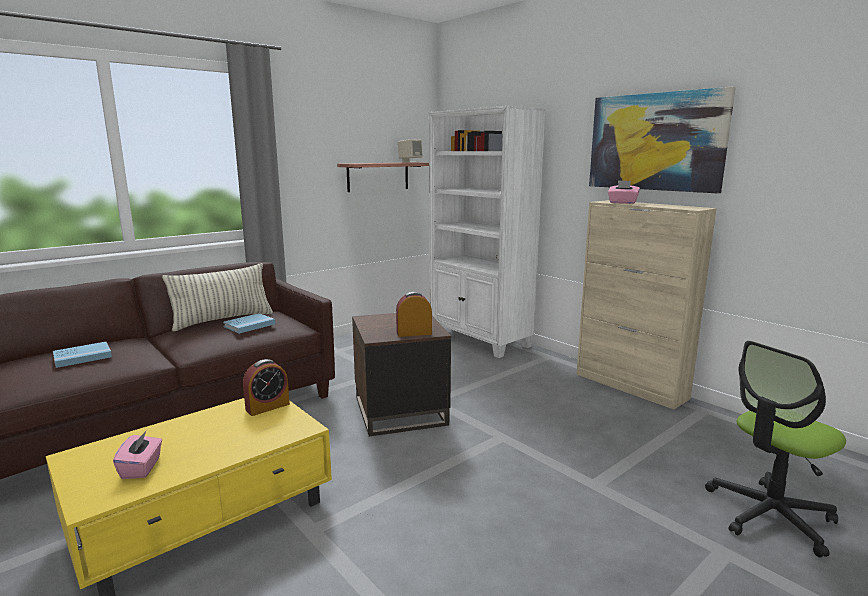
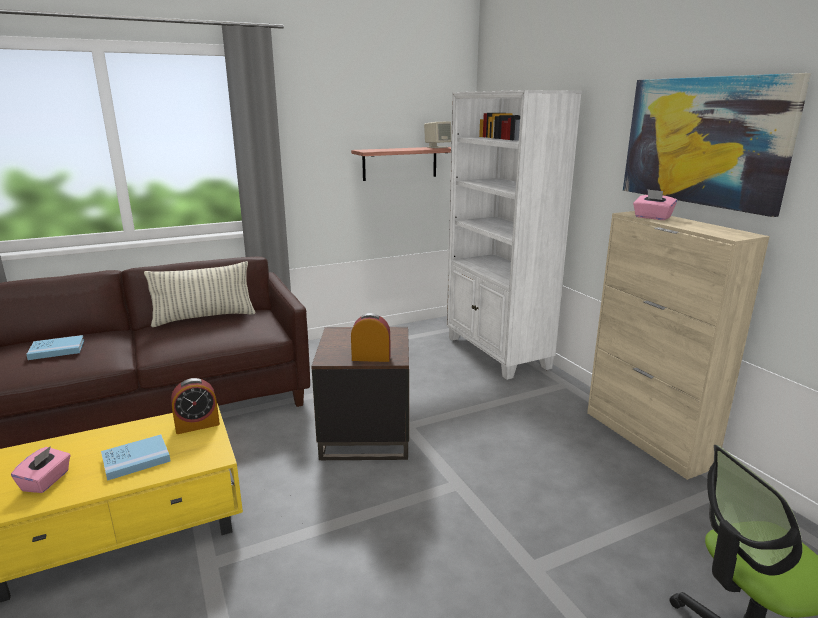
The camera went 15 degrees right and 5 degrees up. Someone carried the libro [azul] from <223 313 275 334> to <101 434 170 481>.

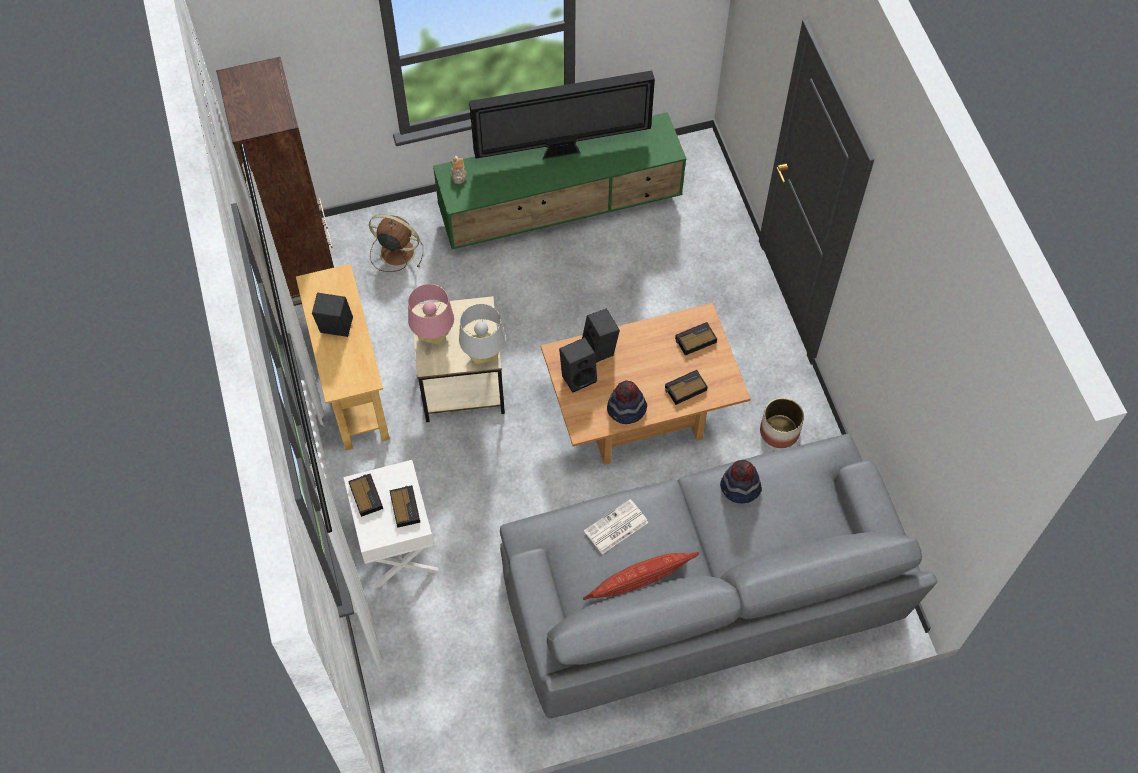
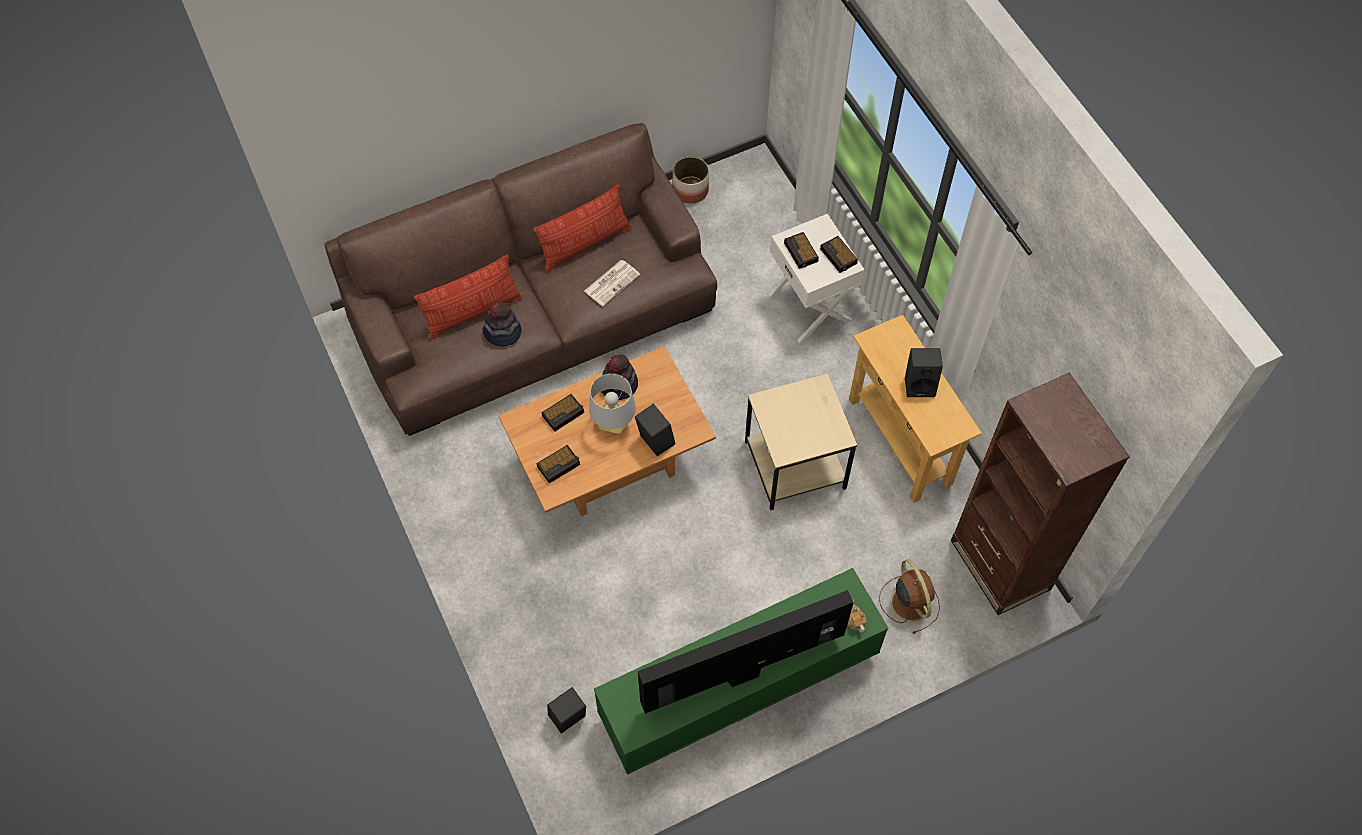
The camera went 170 degrees right and 0 degrees up. Someone rotated the ventilador [marrón] at <369 214 423 272> by 120 degrees counterclockwise. Someone took away the lámpara de mesa [rosa] at <408 284 454 345>. Someone carried the lámpara de mesa [gris] from <459 304 505 364> to <589 374 636 434>. Someone carried the altavoz [negro] from <559 337 597 393> to <547 687 586 734>. Someone carried the maceta from <760 398 804 448> to <673 156 709 204>. Someone repainted the sofá [gris] at <500 434 937 718>, which became the sofá [marrón] at <324 123 717 436>. Someone put down the cojín at <414 255 523 340>.

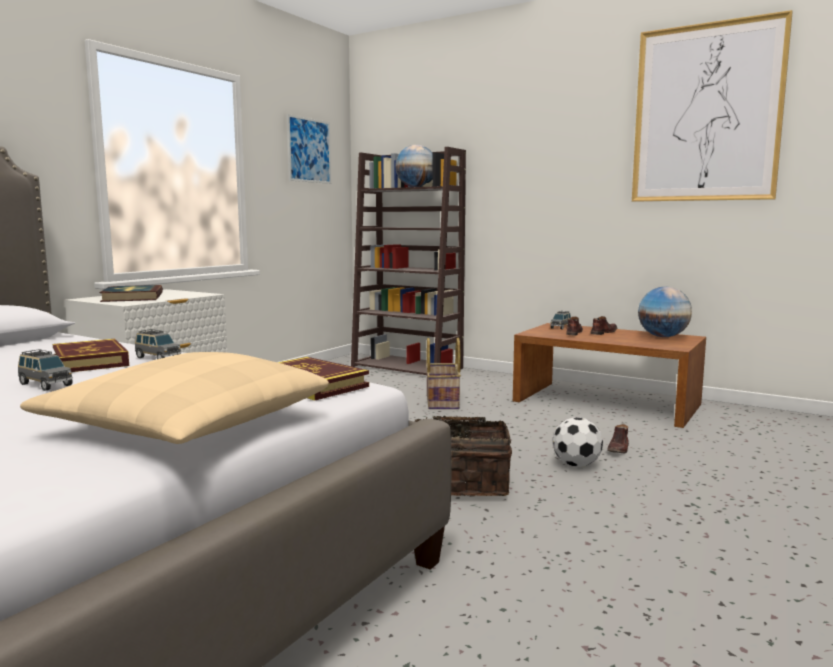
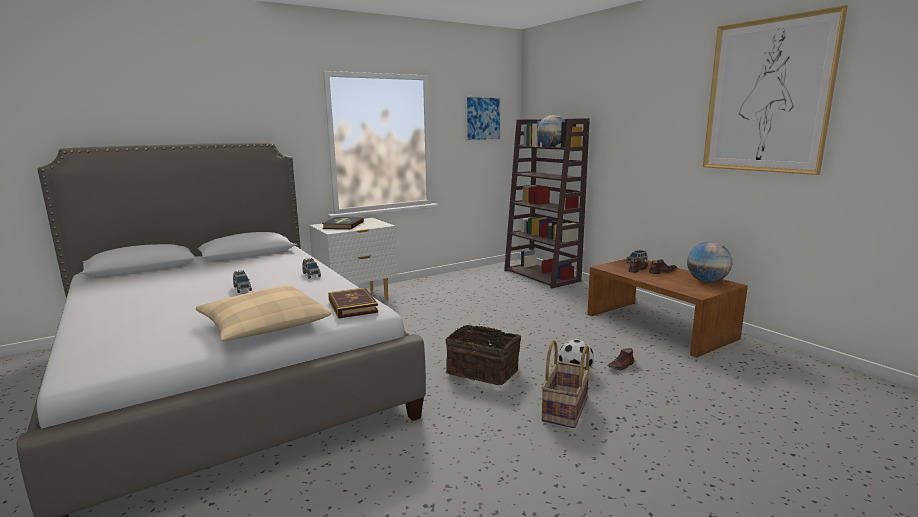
The camera went 25 degrees right and 5 degrees up. Someone carried the cesta from <426 338 461 409> to <541 340 590 428>. Someone took away the libro at <53 339 129 372>.

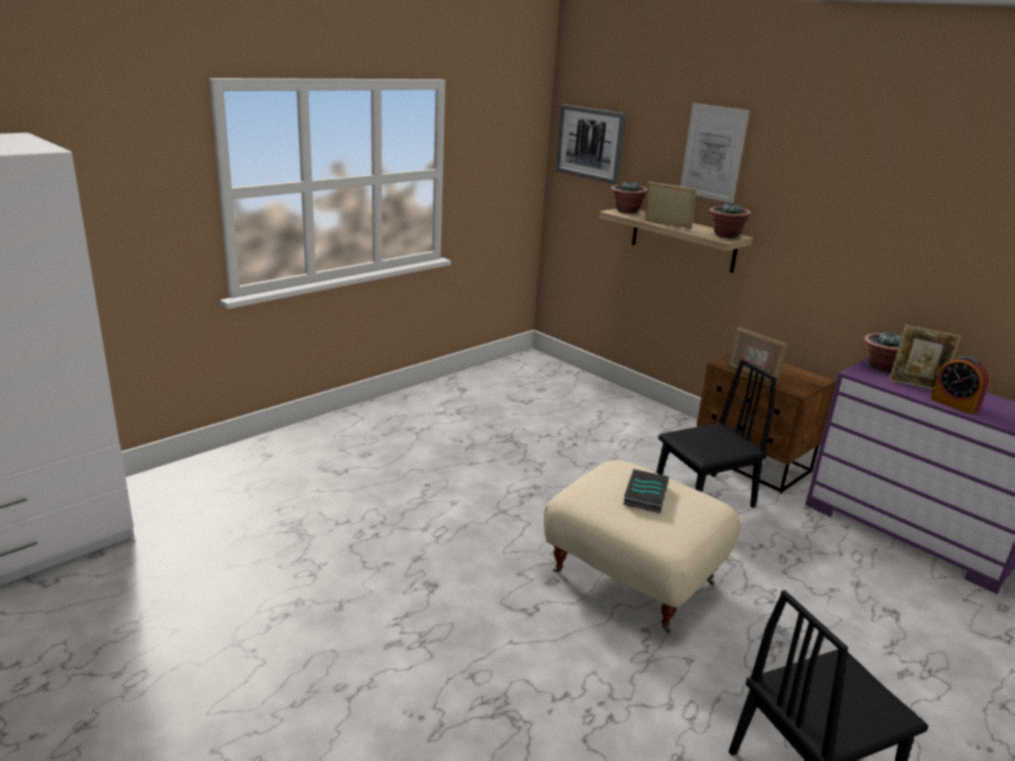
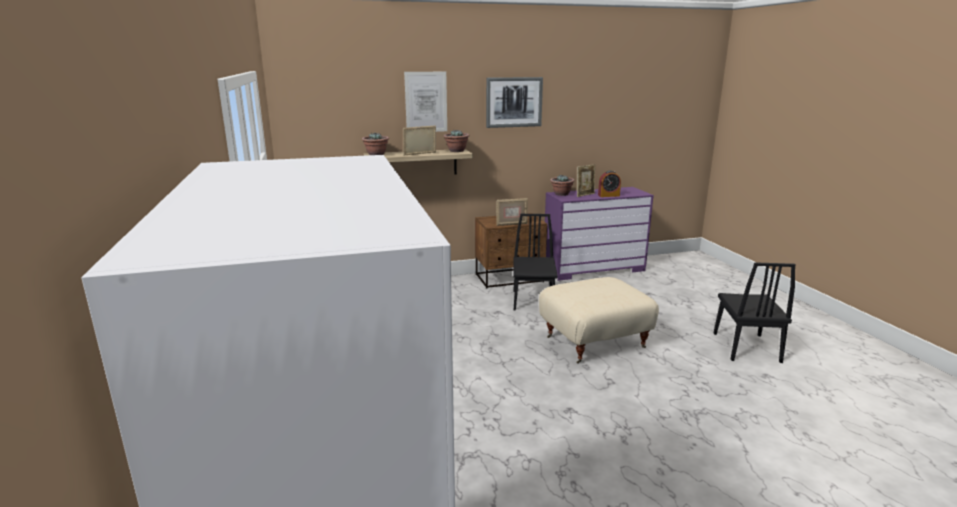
The camera went 60 degrees left and 5 degrees down. Someone carried the cuadro from <556 104 626 184> to <486 77 543 128>. Someone took away the libro at <623 469 669 513>.

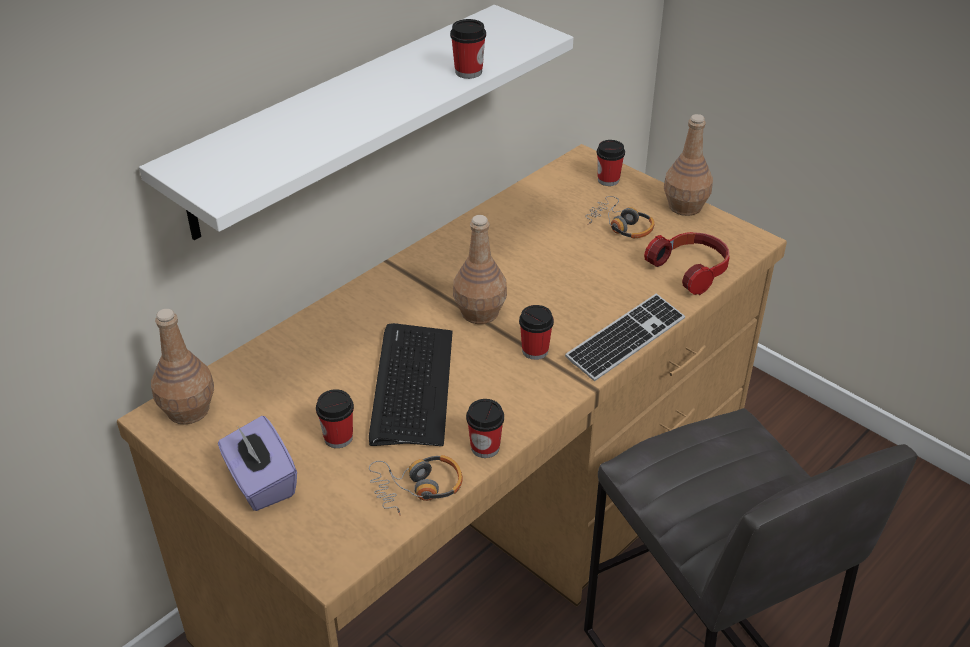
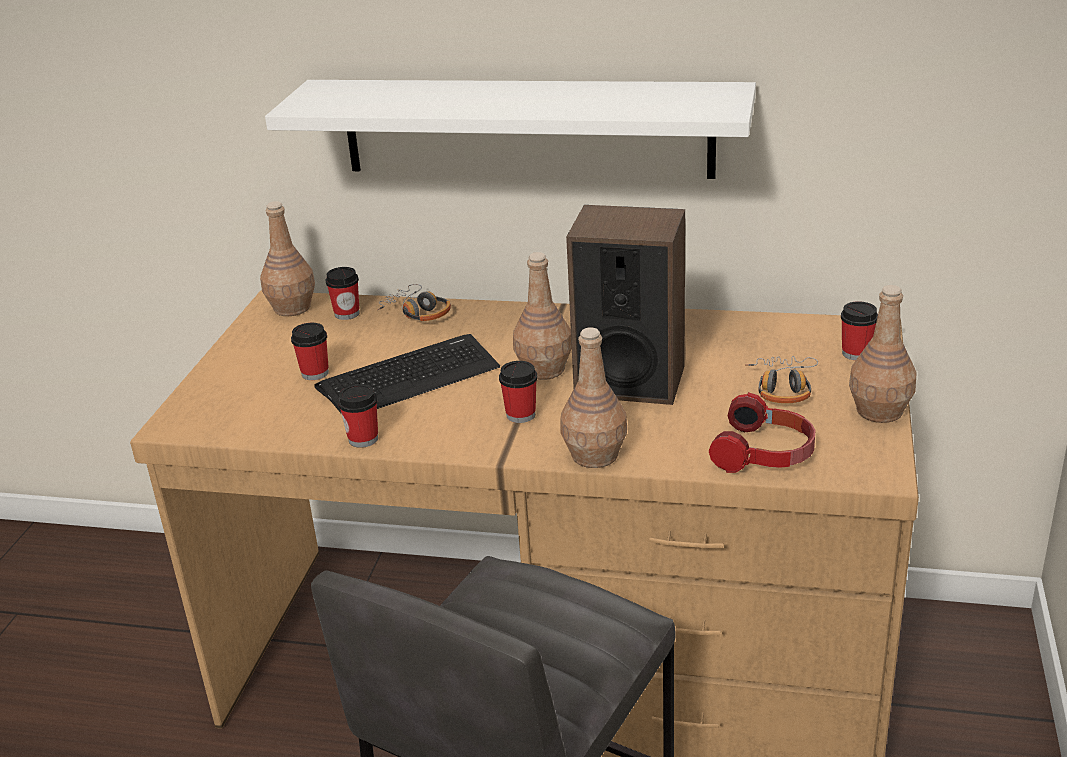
The camera went 60 degrees right and 10 degrees down. Someone carried the taza from <450 19 486 79> to <325 267 359 320>. Someone swapped the teclado at <565 294 685 381> for the botella [marrón] at <561 327 627 468>. Someone took away the caja de pañuelos [morado] at <218 416 297 511>. Someone carried the auriculares from <369 455 463 516> to <377 284 451 321>. Someone put down the altavoz at <566 205 685 405>.

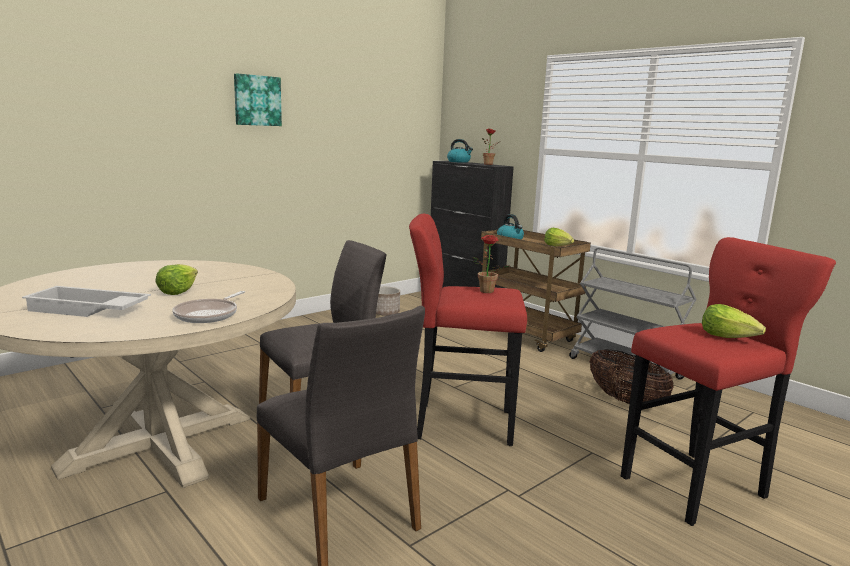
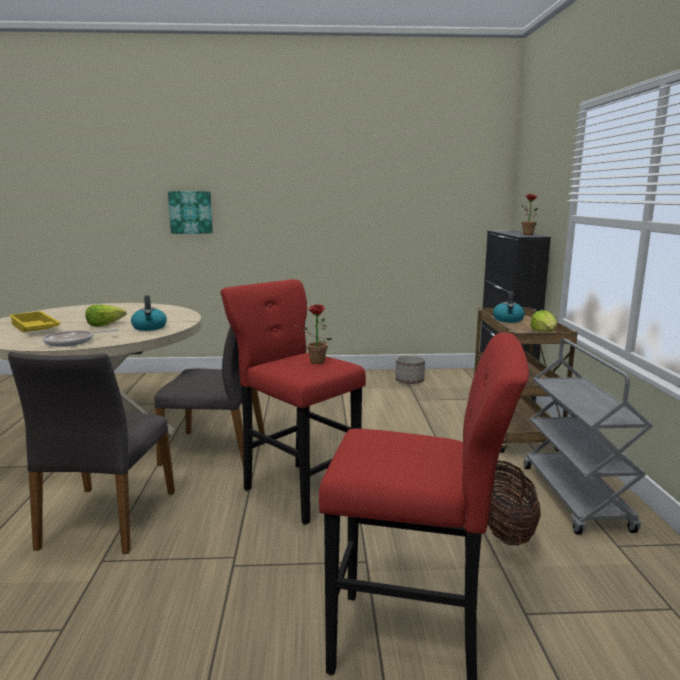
The camera went 40 degrees right and 0 degrees up. Someone carried the cuadro from <234 73 282 126> to <168 191 213 234>. Someone carried the hervidor from <447 139 473 163> to <131 295 167 331>. Someone repainted the bandeja [blanco] at <22 286 151 317>, which became the bandeja [amarillo] at <9 311 61 332>. Someone took away the lechuga at <702 304 766 338>.

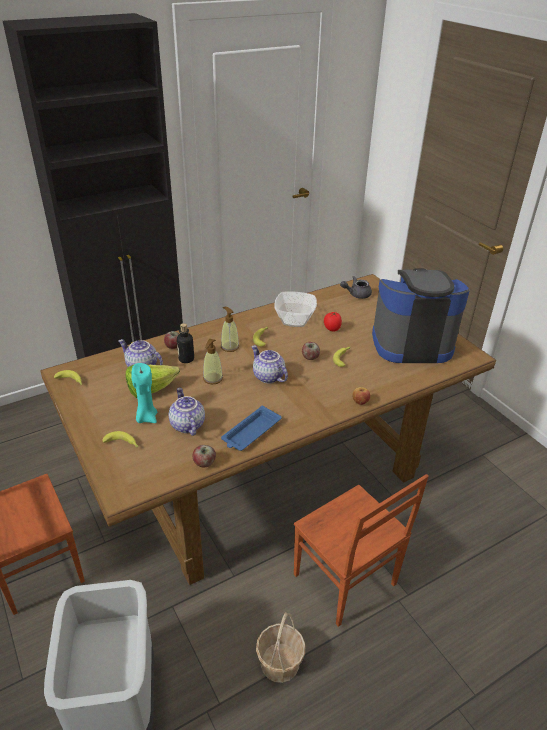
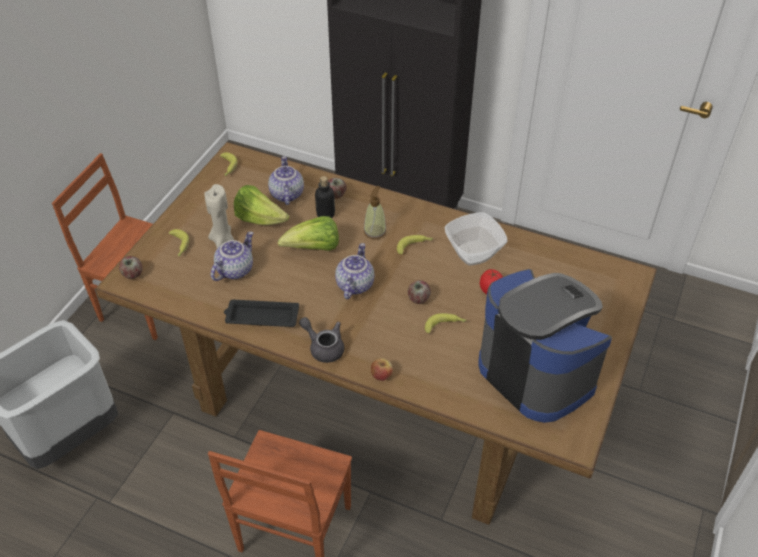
The camera went 55 degrees right and 10 degrees up. Someone carried the tetera [gris] from <340 276 372 299> to <299 317 344 363>. Someone swapped the dispensador de jabón at <203 339 223 384> for the lechuga at <278 216 339 251>. Someone repainted the vela [turquesa] at <131 363 157 423>, which became the vela [beis] at <204 184 234 248>. Someone repainted the bandeja [azul] at <221 406 282 451>, which became the bandeja [negro] at <224 300 299 327>. Someone carried the manzana from <193 445 216 468> to <119 256 143 279>. Someone took away the cesta at <256 612 306 683>.

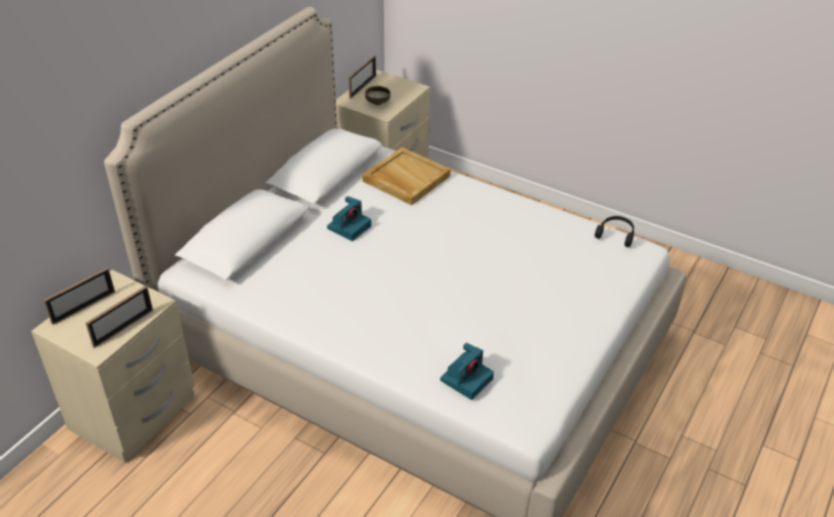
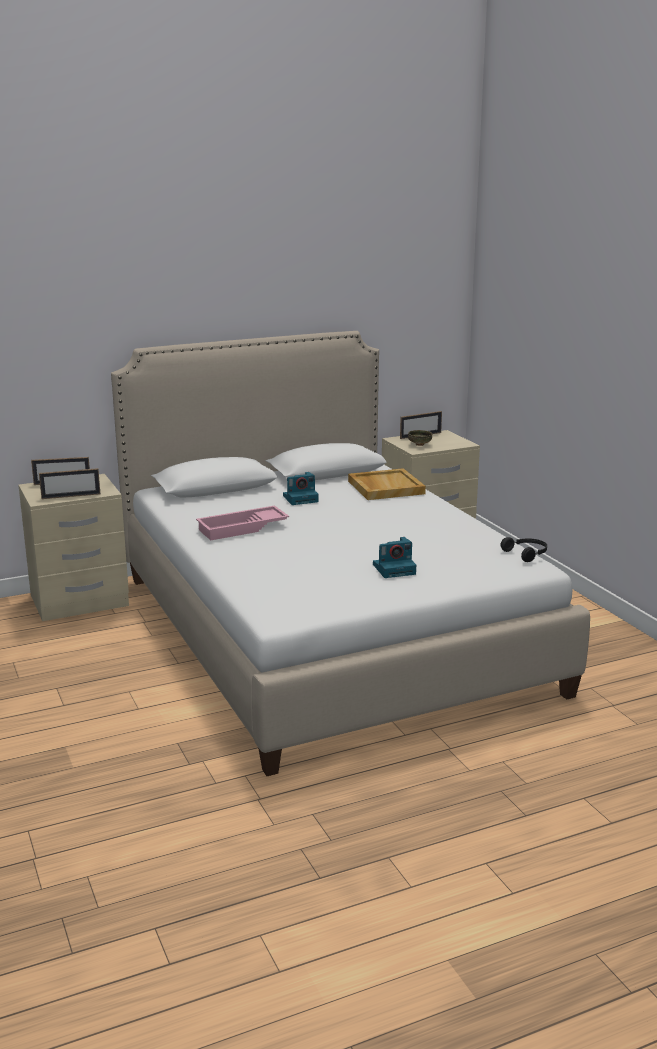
The camera went 35 degrees right and 20 degrees down. Someone carried the cámara from <440 343 494 400> to <373 537 416 578>. Someone put down the bandeja [rosa] at <196 505 289 541>.

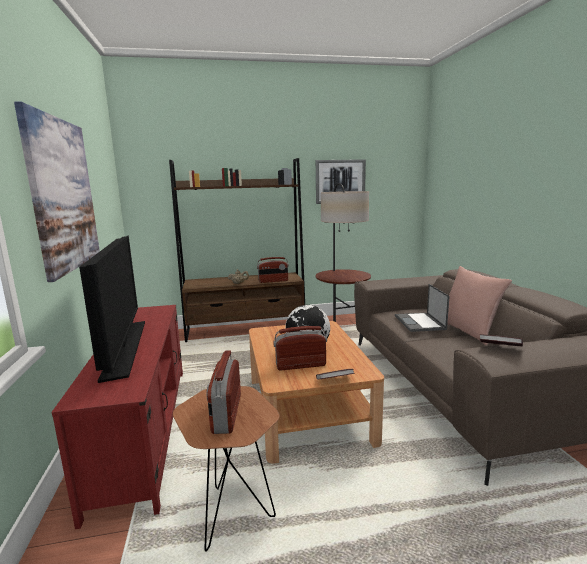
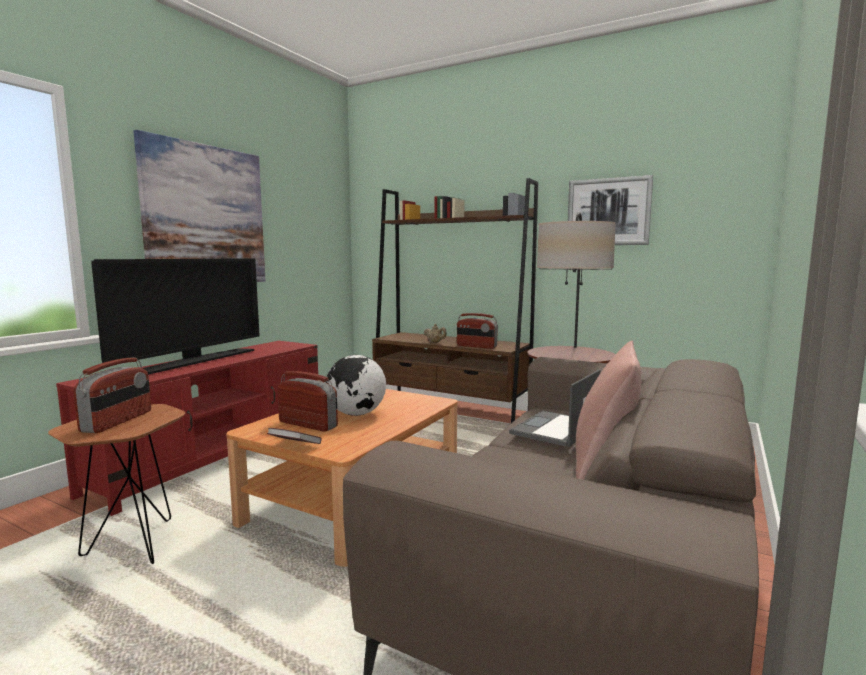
The camera went 40 degrees right and 5 degrees down. Someone took away the libro at <479 334 523 347>. Someone rotated the radio at <207 350 241 434> by 150 degrees clockwise.

